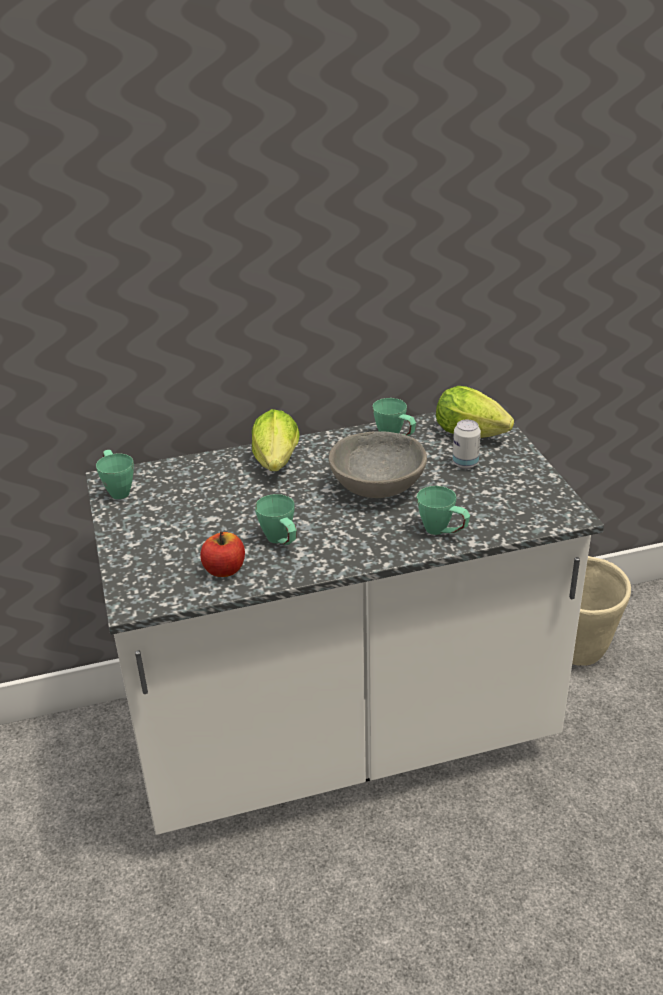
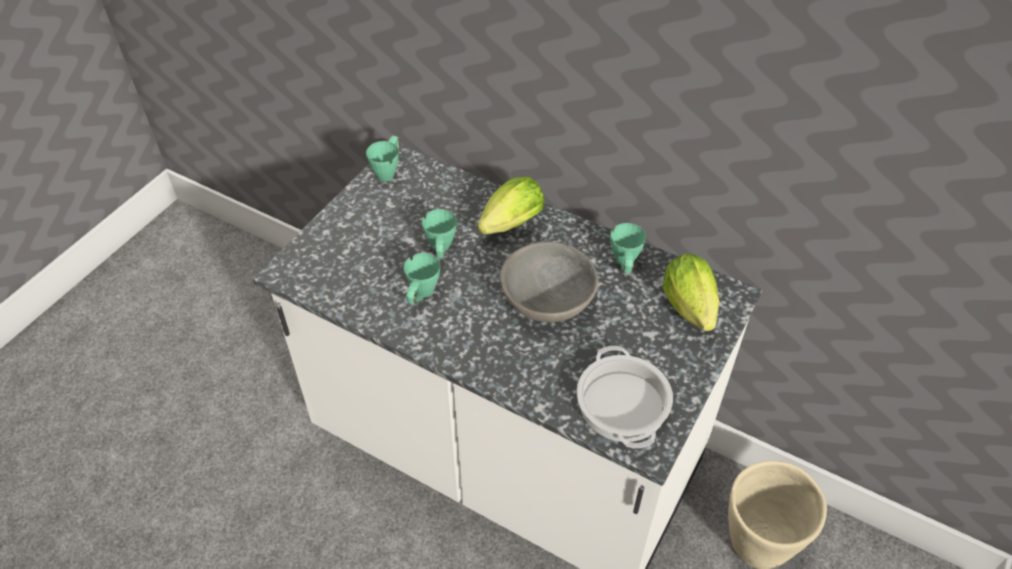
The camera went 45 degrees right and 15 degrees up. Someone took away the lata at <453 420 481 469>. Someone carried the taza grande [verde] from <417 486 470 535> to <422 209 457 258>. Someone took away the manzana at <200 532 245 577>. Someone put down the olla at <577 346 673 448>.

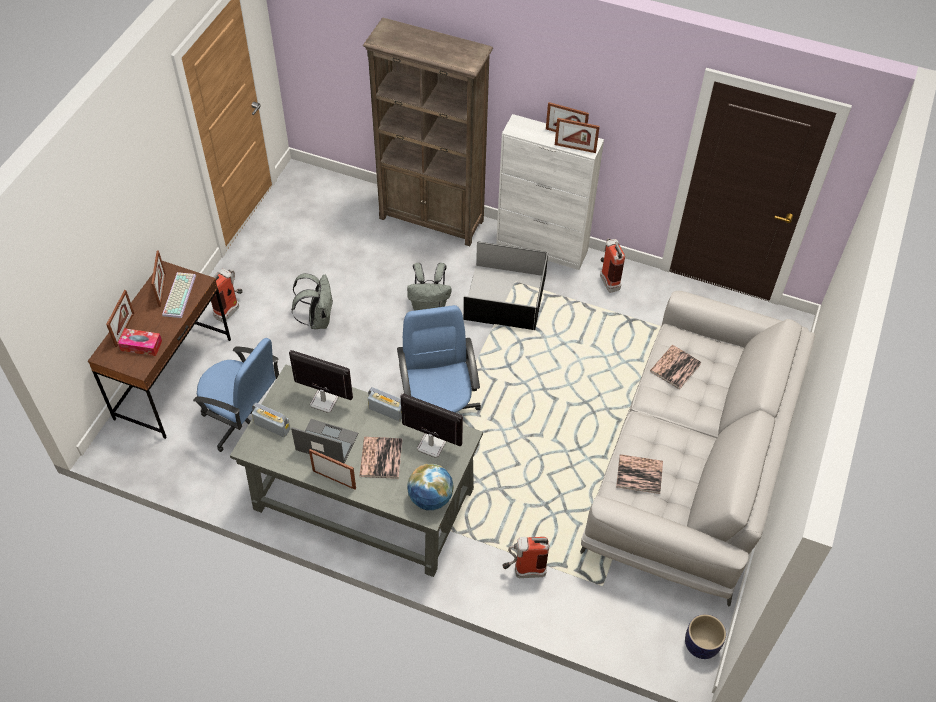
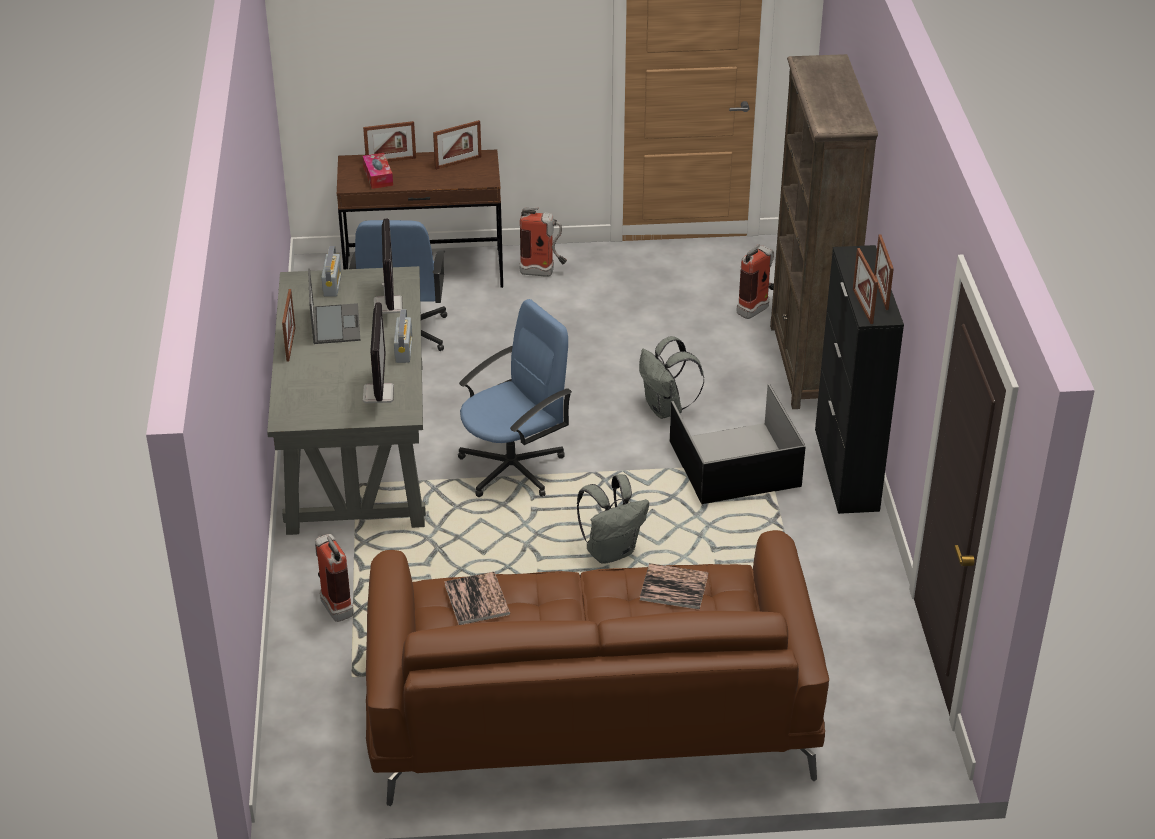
The camera went 65 degrees right and 15 degrees down. Someone repainted the armario [blanco] at <496 114 604 270>, which became the armario [negro] at <815 245 904 514>. Someone carried the extintor from <600 238 625 292> to <736 244 774 319>. Someone took away the teclado at <162 272 196 318>. Someone carried the mochila [gris] from <291 273 333 329> to <577 474 649 564>. Someone repainted the sofá [gris] at <580 291 815 607>, which became the sofá [marrón] at <366 530 829 806>. Someone took away the libro at <359 437 402 479>. Someone took away the globo terráqueo at <407 464 453 510>. Someone took away the maceta at <685 614 726 659>.

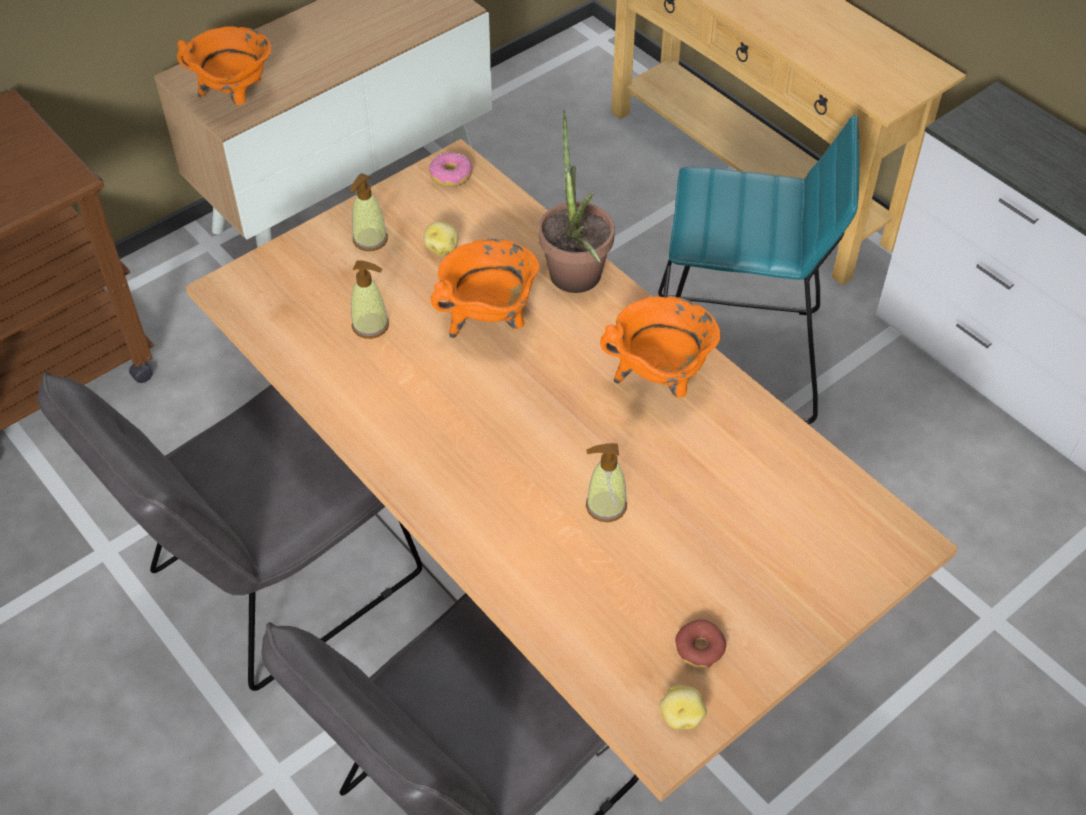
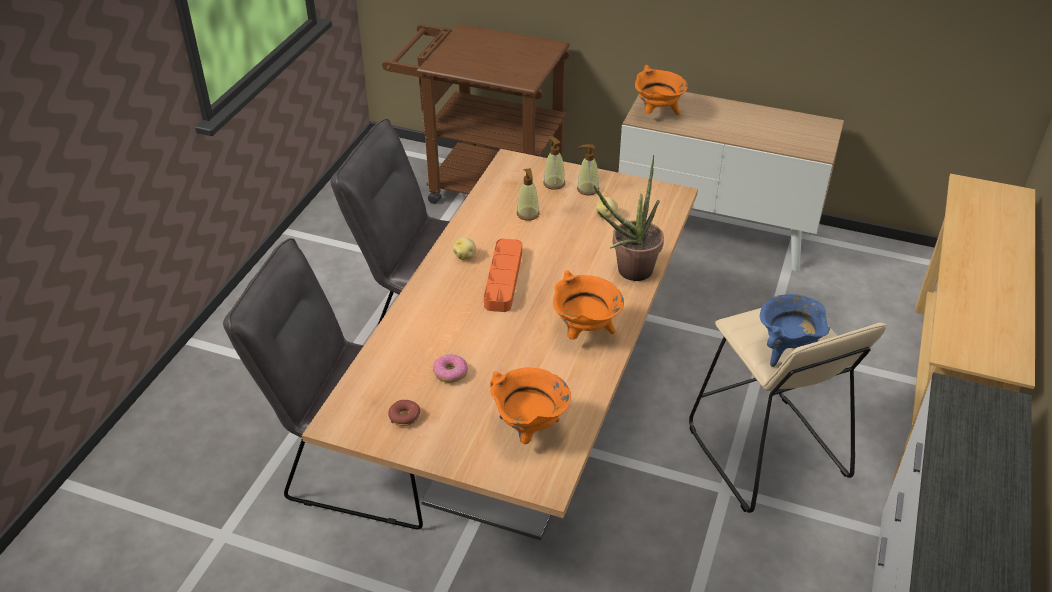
The camera went 60 degrees right and 10 degrees down. Someone repainted the taburete [turquesa] at <658 115 860 424>, which became the taburete [beis] at <689 308 886 513>. Someone carried the rosquilla from <429 152 473 187> to <433 354 468 383>. Someone carried the olla [naranja] from <431 239 539 338> to <490 367 571 444>. Someone carried the dispensador de jabón from <586 443 627 522> to <543 136 565 190>. Someone carried the patata from <659 685 707 729> to <453 237 476 260>. Someone put down the bandeja [naranja] at <484 239 522 312>. Someone put down the olla [azul] at <760 294 830 367>.

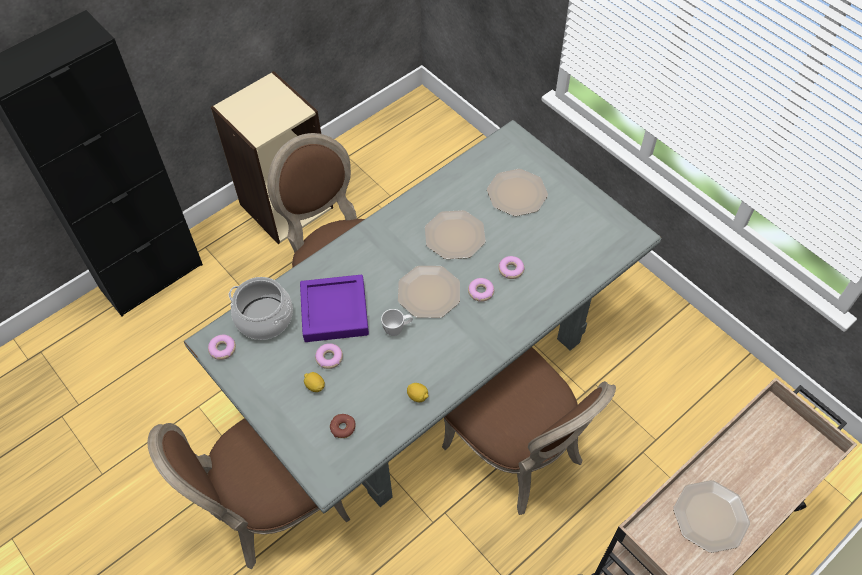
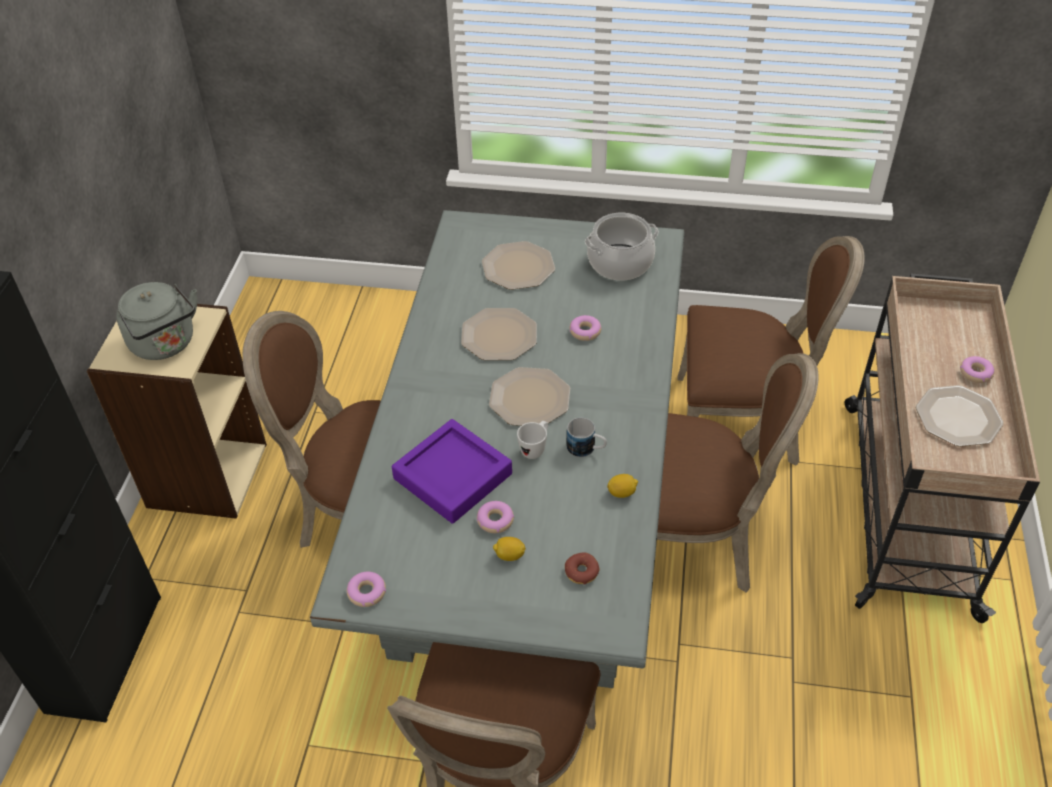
The camera went 40 degrees left and 10 degrees down. Someone carried the olla from <229 277 293 340> to <585 213 659 280>. Someone carried the rosquilla from <468 278 494 302> to <960 356 995 383>. Someone put down the silla [marrón] at <677 236 865 466>. Someone put down the hervidor [gris] at <116 282 197 360>. Someone put down the taza grande at <567 417 607 457>.

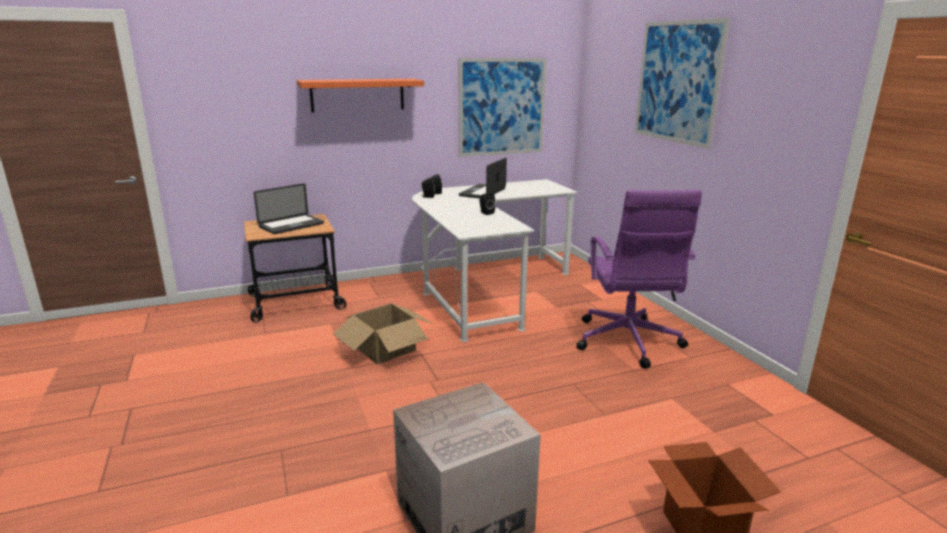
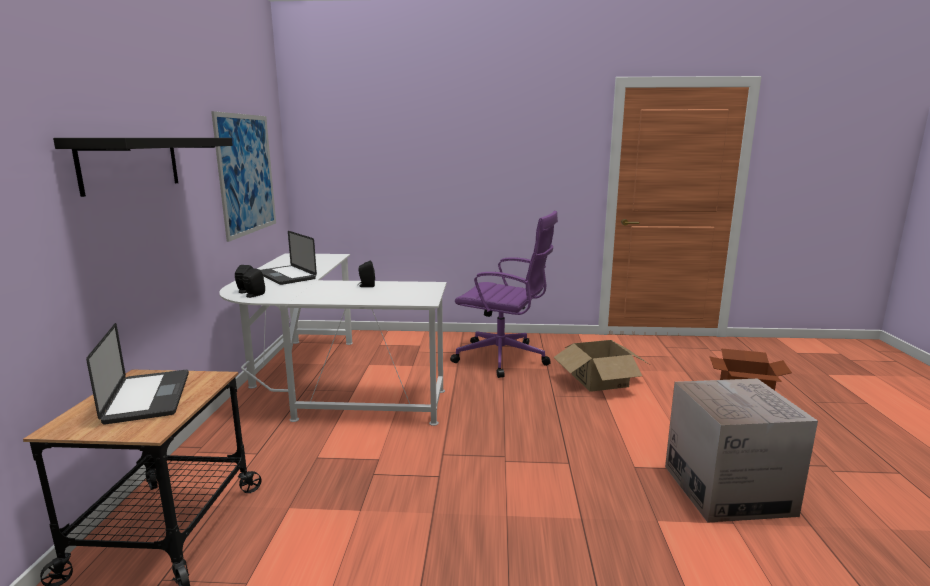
The camera went 65 degrees left and 5 degrees down. Someone took away the cuadro at <635 18 730 149>. Someone repainted the estante [naranja] at <296 79 424 112>, which became the estante [negro] at <53 138 233 197>. Someone carried the caja de cartón from <333 303 433 364> to <553 340 649 392>.

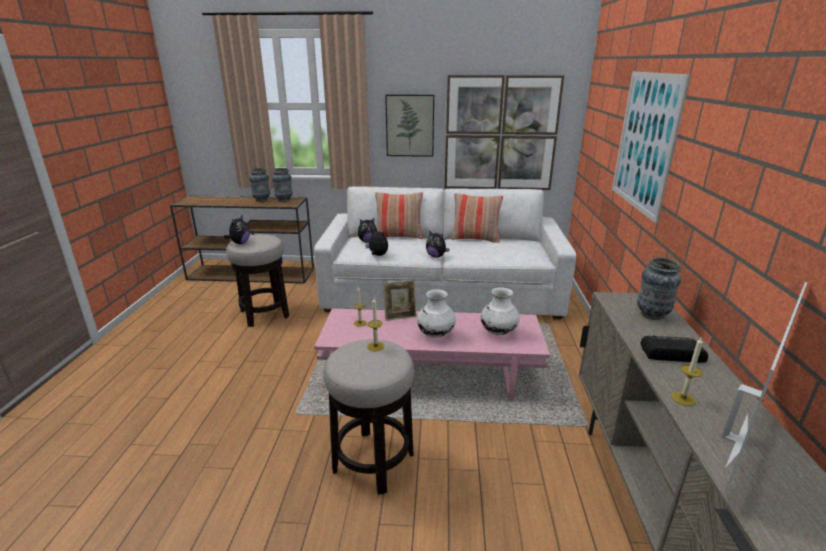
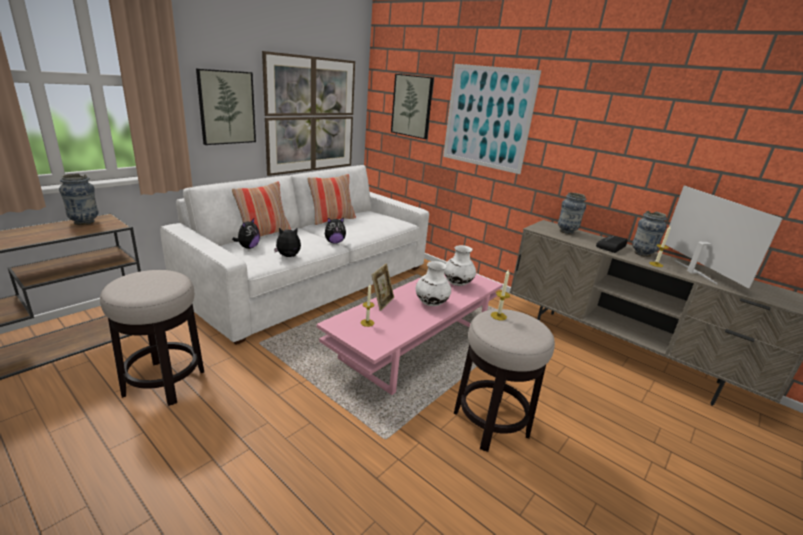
The camera went 55 degrees left and 0 degrees up. Someone carried the florero from <249 168 270 202> to <632 211 667 257>. Someone took away the peluche at <224 214 250 244>. Someone put up the cuadro at <391 74 434 139>.

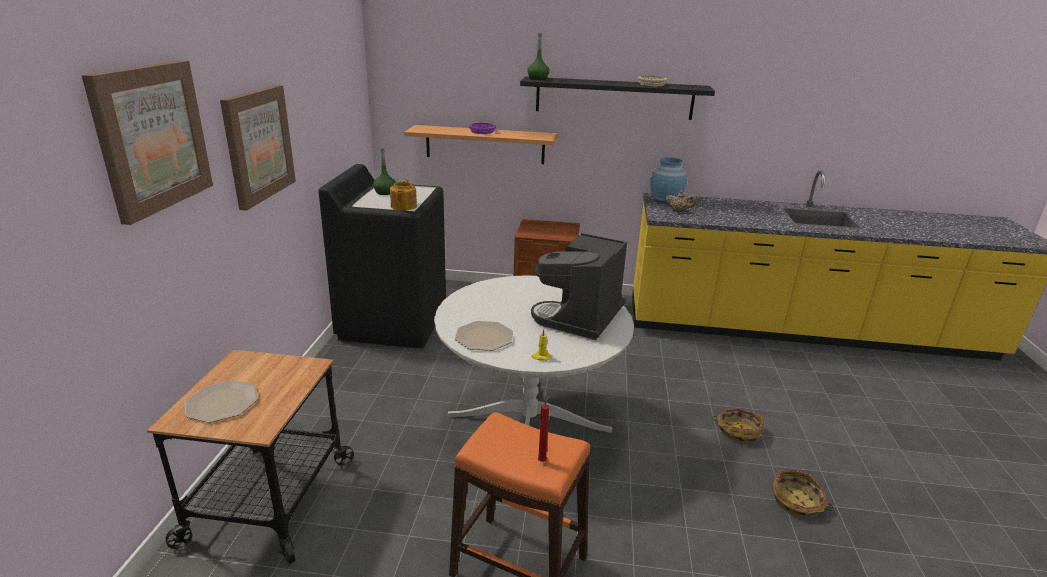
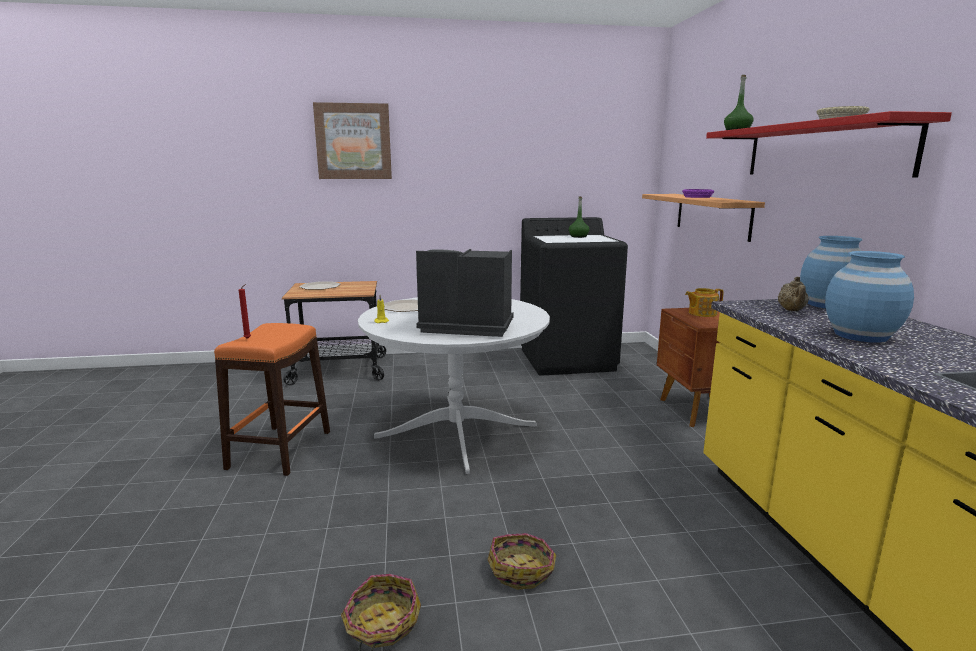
The camera went 75 degrees right and 10 degrees down. Someone repainted the estante [negro] at <520 76 715 120>, which became the estante [rojo] at <706 111 952 177>. Someone took away the cuadro at <220 85 296 211>. Someone carried the tetera from <390 179 417 211> to <685 288 724 317>. Someone put down the florero [azul] at <825 251 914 342>.

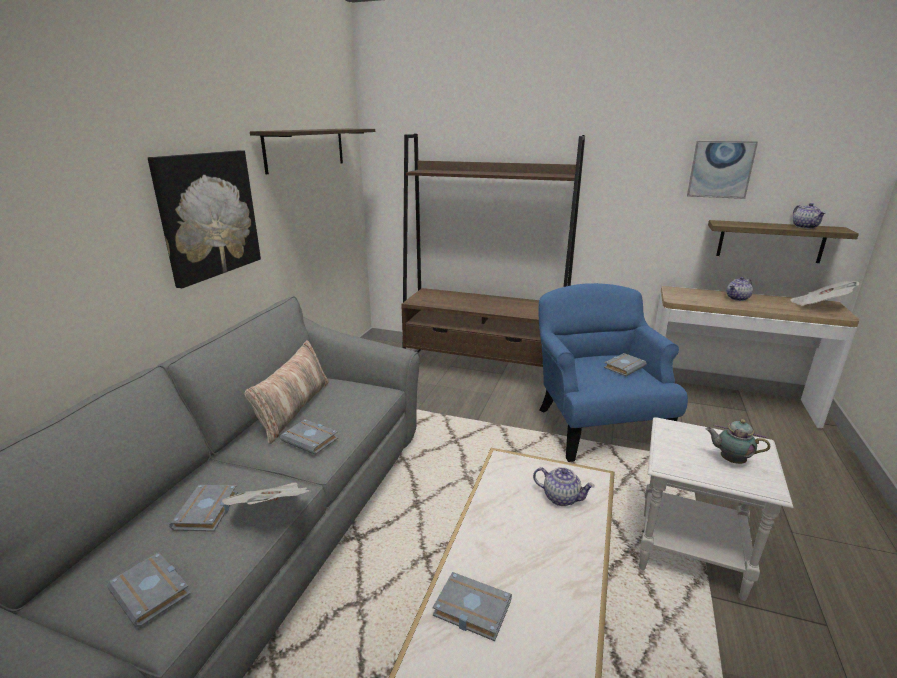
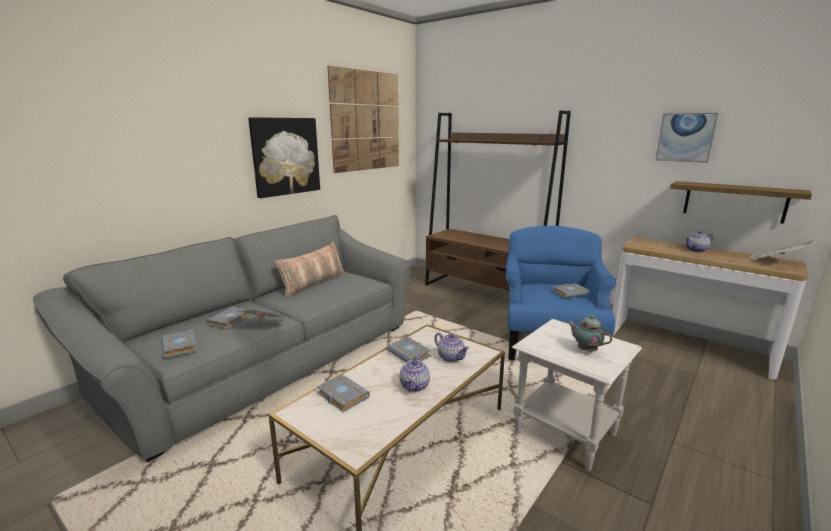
The camera went 20 degrees right and 5 degrees down. Someone swapped the estante at <250 129 375 174> for the cuadro at <327 66 399 173>. Someone carried the tetera from <793 203 826 229> to <400 355 430 392>. Someone carried the libro [gris] from <280 419 338 455> to <387 337 431 362>.

